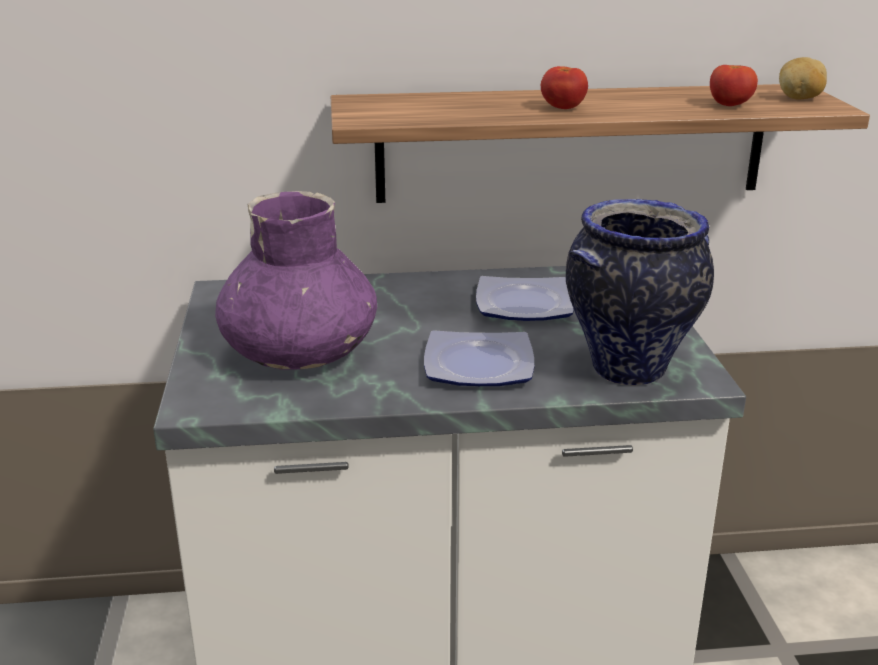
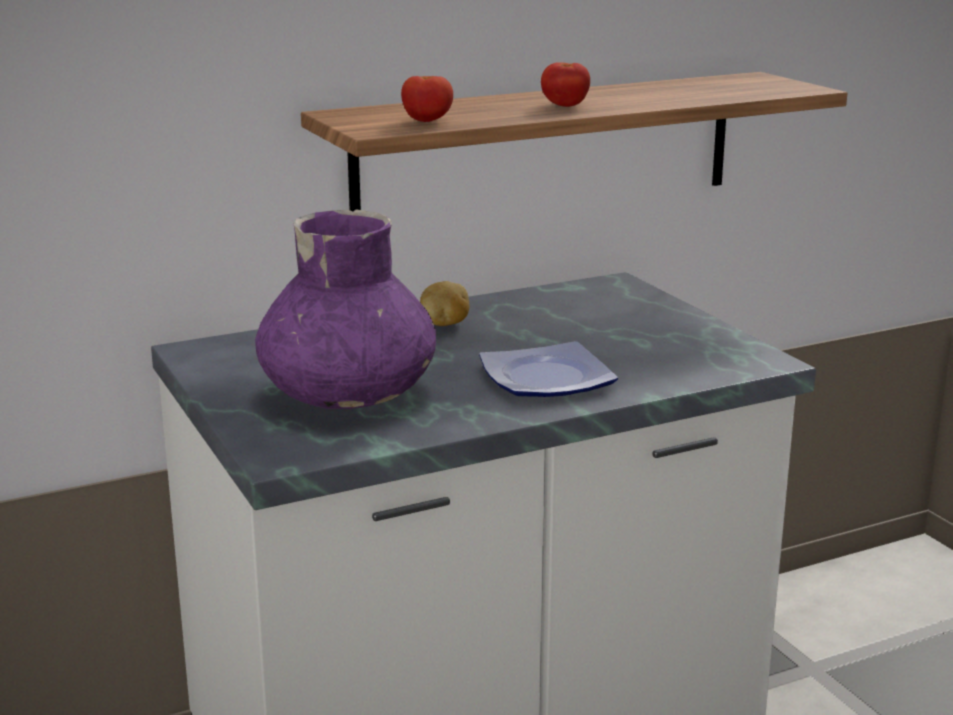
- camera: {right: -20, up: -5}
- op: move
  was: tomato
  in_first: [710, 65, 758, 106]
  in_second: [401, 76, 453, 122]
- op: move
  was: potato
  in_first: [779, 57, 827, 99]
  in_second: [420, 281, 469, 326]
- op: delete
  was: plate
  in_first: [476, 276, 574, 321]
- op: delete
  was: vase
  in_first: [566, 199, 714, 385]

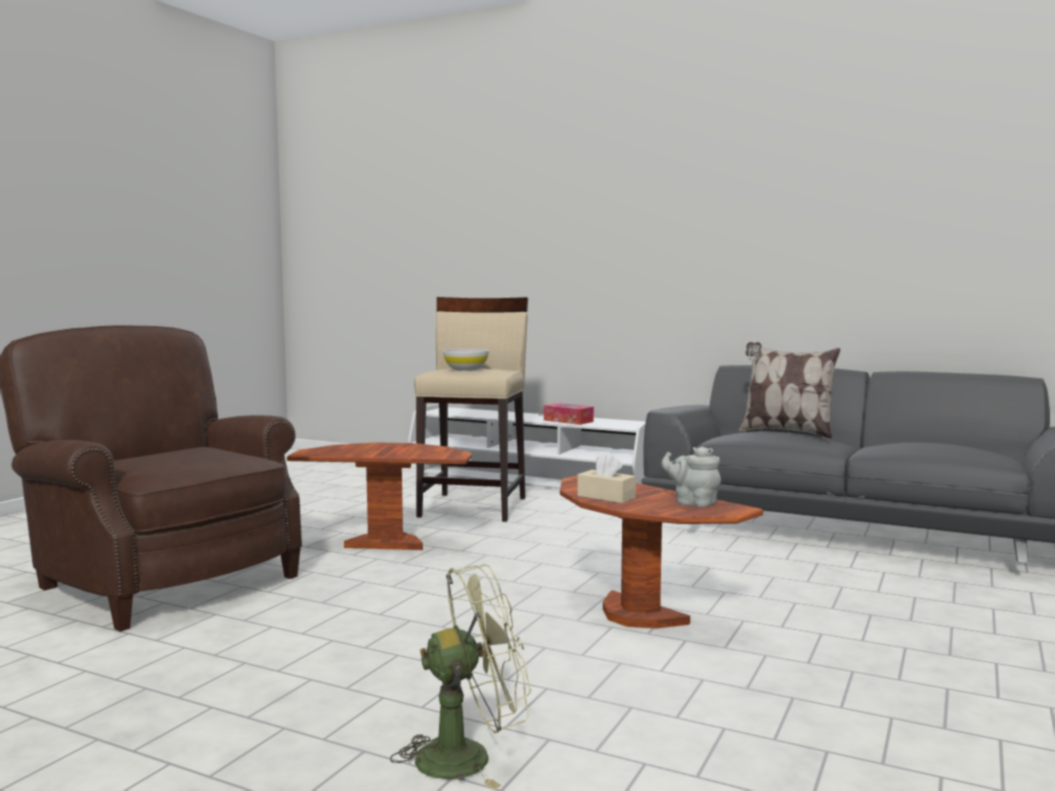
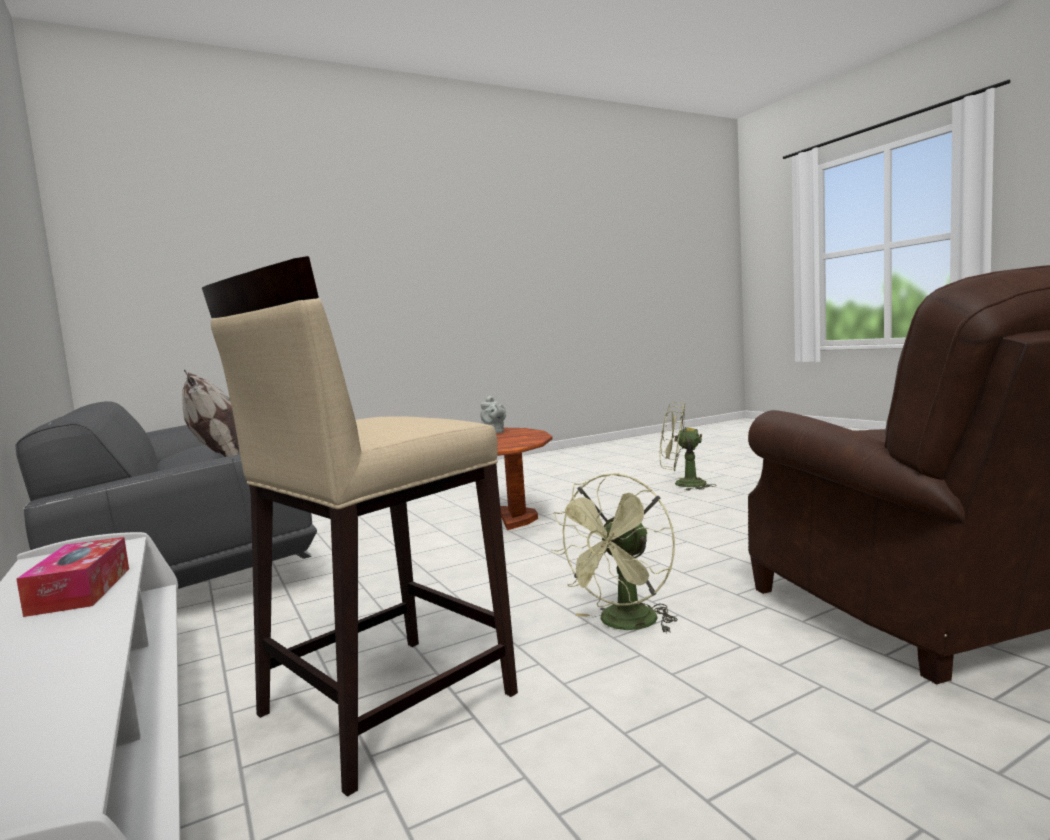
- camera: {right: -145, up: 0}
- op: replace
  was: side table (brown)
  now: fan (green)
  in_first: [287, 442, 472, 550]
  in_second: [552, 473, 678, 633]
- op: delete
  was: bowl (white)
  in_first: [443, 349, 489, 371]
- op: delete
  was: tissue box (beige)
  in_first: [577, 453, 636, 503]

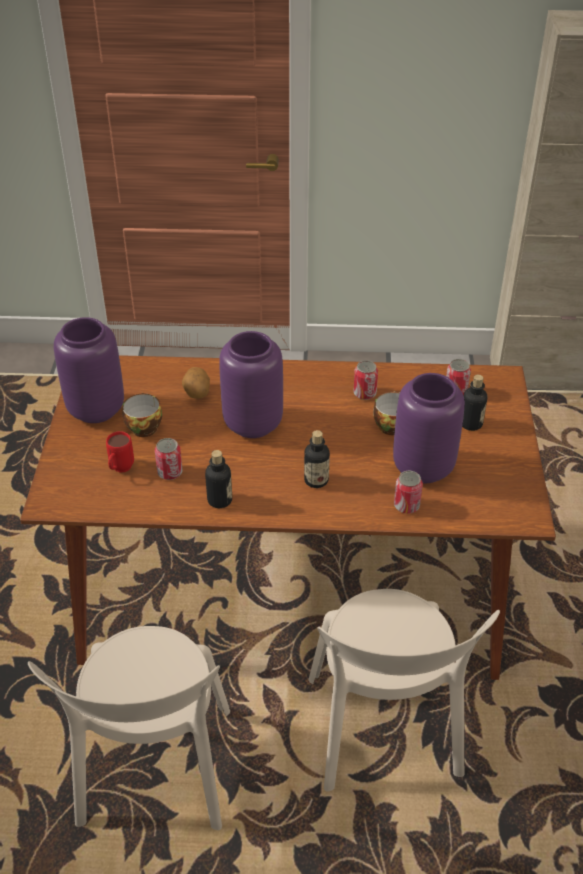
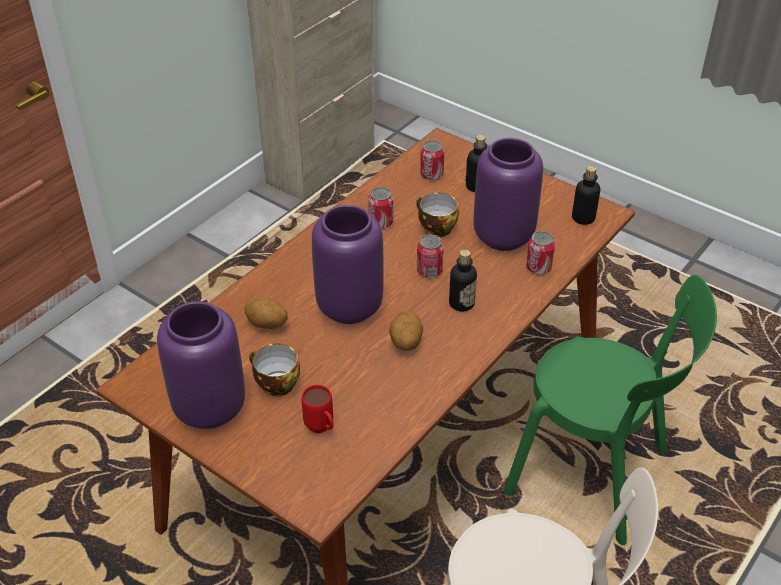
- camera: {right: -55, up: 0}
- op: insert
  now: potato
  in_second: [389, 311, 423, 351]
- op: move
  was: can
  in_first: [155, 438, 183, 480]
  in_second: [417, 234, 444, 278]
- op: recolor
  was: chair (beige)
  now: chair (green)
  in_first: [309, 589, 500, 791]
  in_second: [504, 275, 717, 545]
- op: move
  was: bottle
  in_first: [205, 450, 232, 508]
  in_second: [572, 166, 600, 225]

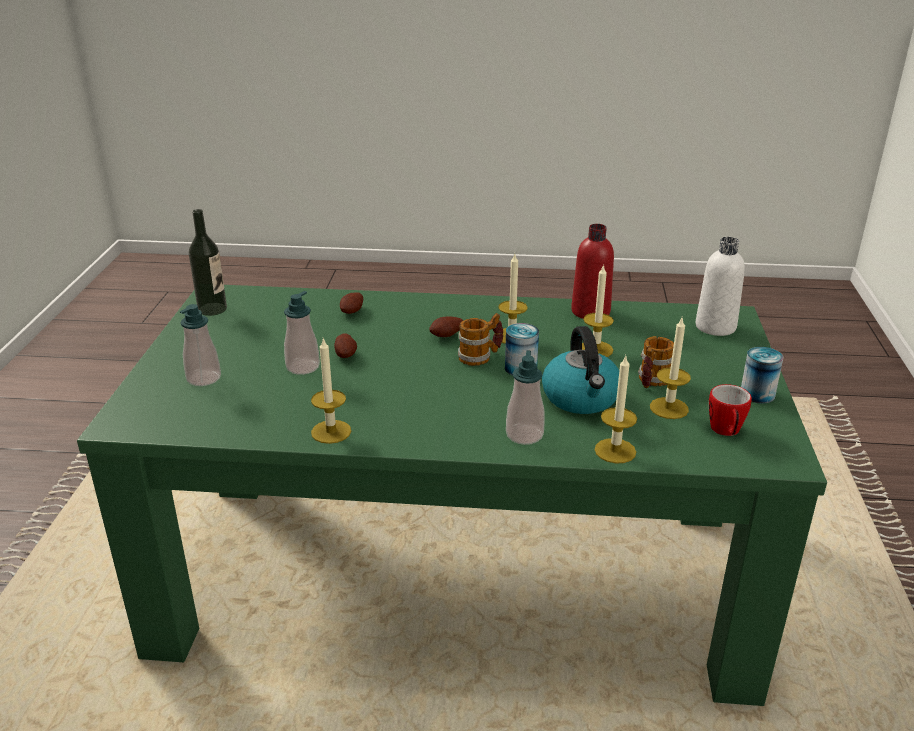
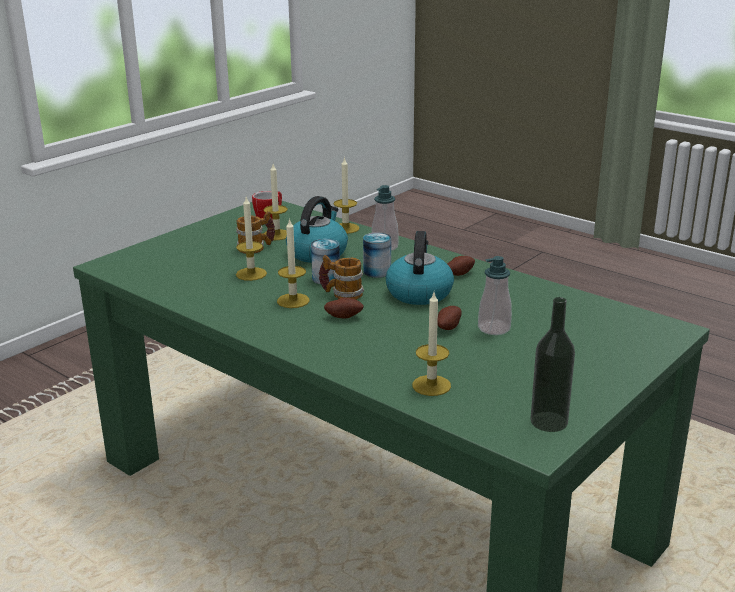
- camera: {right: -145, up: -5}
- op: move
  was: can
  in_first: [741, 347, 783, 404]
  in_second: [363, 233, 391, 278]
- op: insert
  now: kettle
  in_second: [386, 231, 454, 305]
- op: move
  was: candle
  in_first: [311, 338, 351, 444]
  in_second: [412, 292, 451, 396]
- op: move
  was: potato
  in_first: [340, 292, 363, 314]
  in_second: [447, 256, 475, 276]
- op: delete
  was: soap dispenser
  in_first: [179, 304, 221, 386]
- op: delete
  was: bottle (red)
  in_first: [571, 224, 614, 319]
- op: delete
  was: bottle (white)
  in_first: [696, 237, 745, 336]

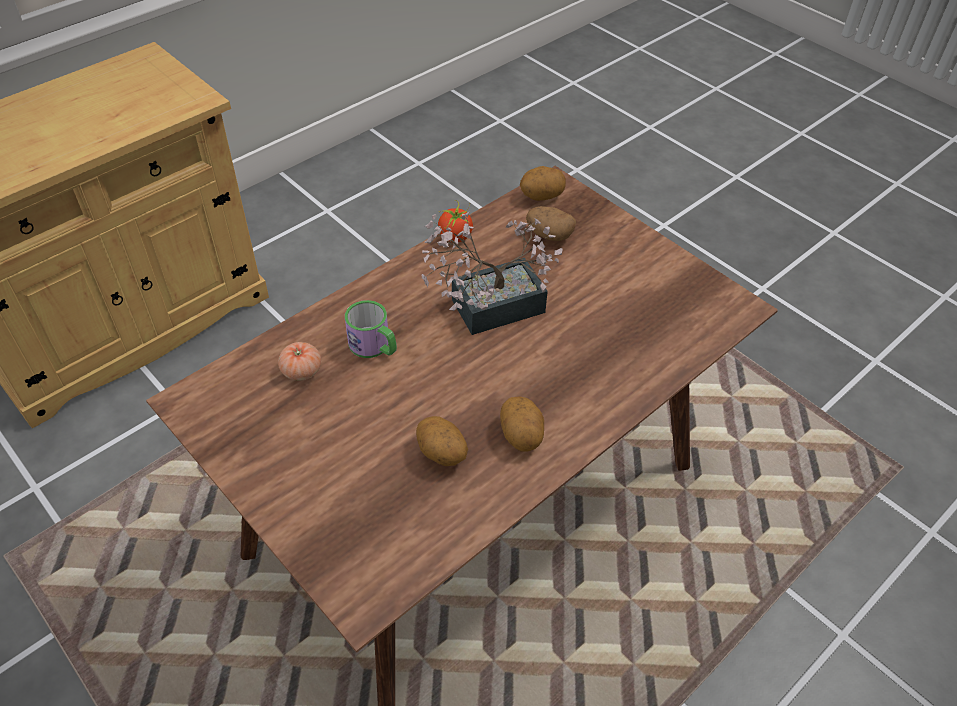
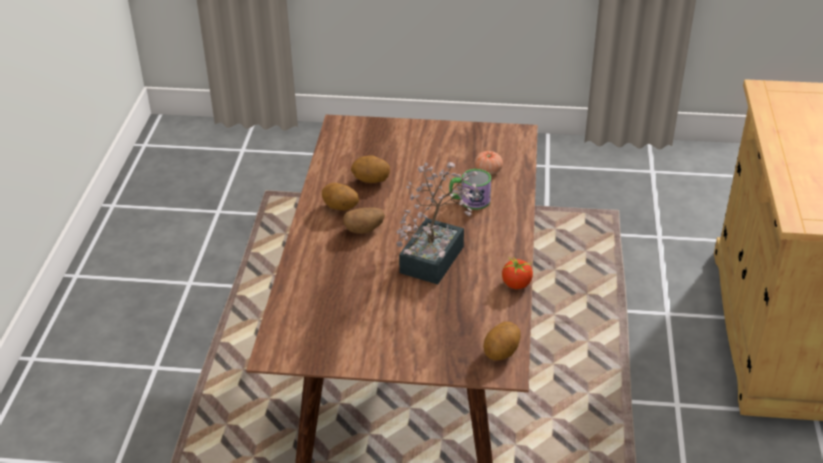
- camera: {right: 140, up: -10}
- op: move
  was: potato
  in_first: [526, 206, 576, 241]
  in_second: [343, 207, 385, 233]

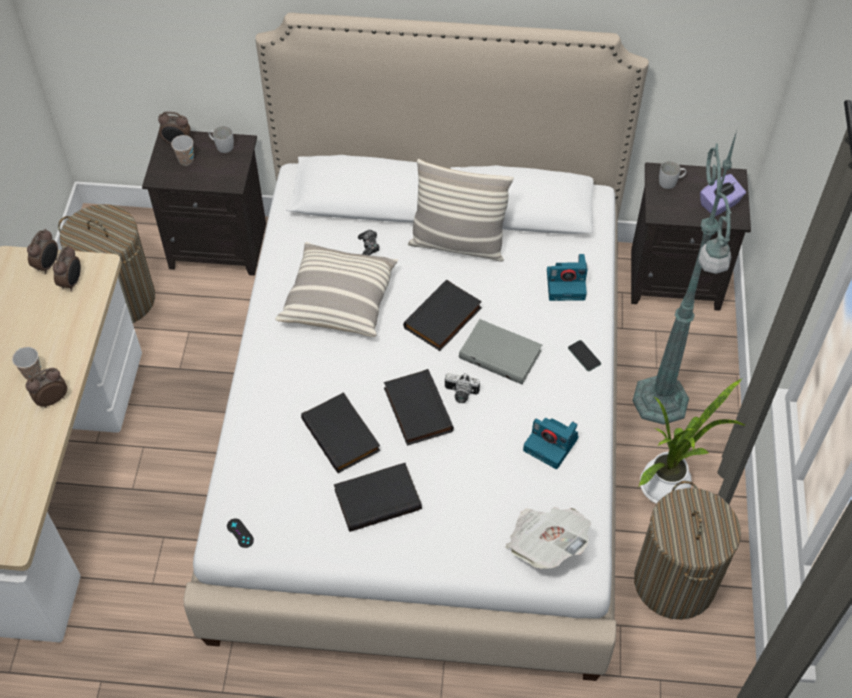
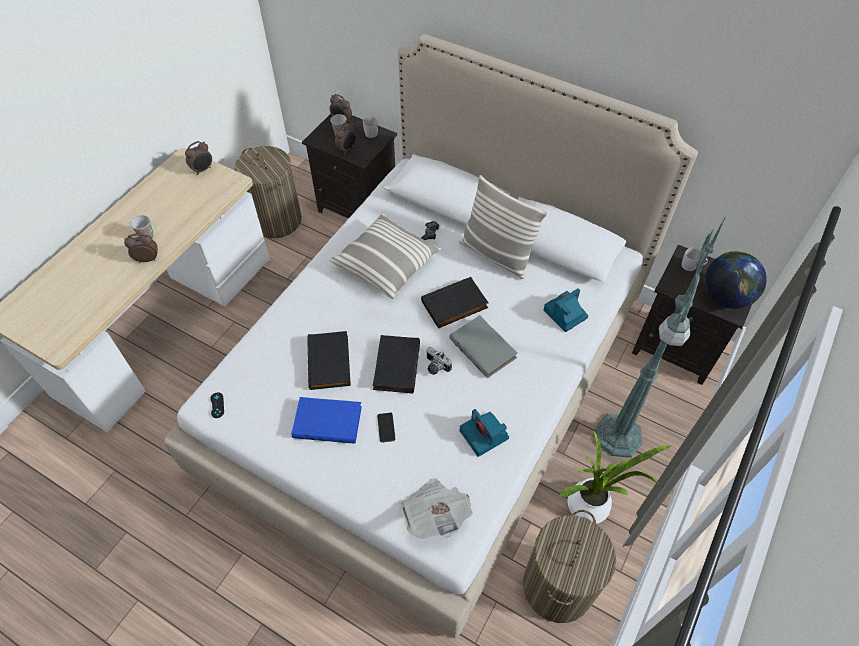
- camera: {right: 25, up: 0}
- op: recolor
  was: book (black)
  now: book (blue)
  in_first: [334, 463, 422, 532]
  in_second: [291, 397, 362, 444]
- op: move
  was: alarm clock
  in_first: [53, 246, 81, 292]
  in_second: [335, 122, 356, 154]
- op: move
  was: phone
  in_first: [568, 340, 601, 371]
  in_second: [377, 413, 396, 443]
- op: rotate
  was: photo camera
  in_first: [547, 254, 588, 301]
  in_second: [544, 288, 588, 332]
  clockwise: 120
- op: replace
  was: tissue box (purple)
  now: globe
  in_first: [700, 174, 746, 216]
  in_second: [705, 251, 767, 309]

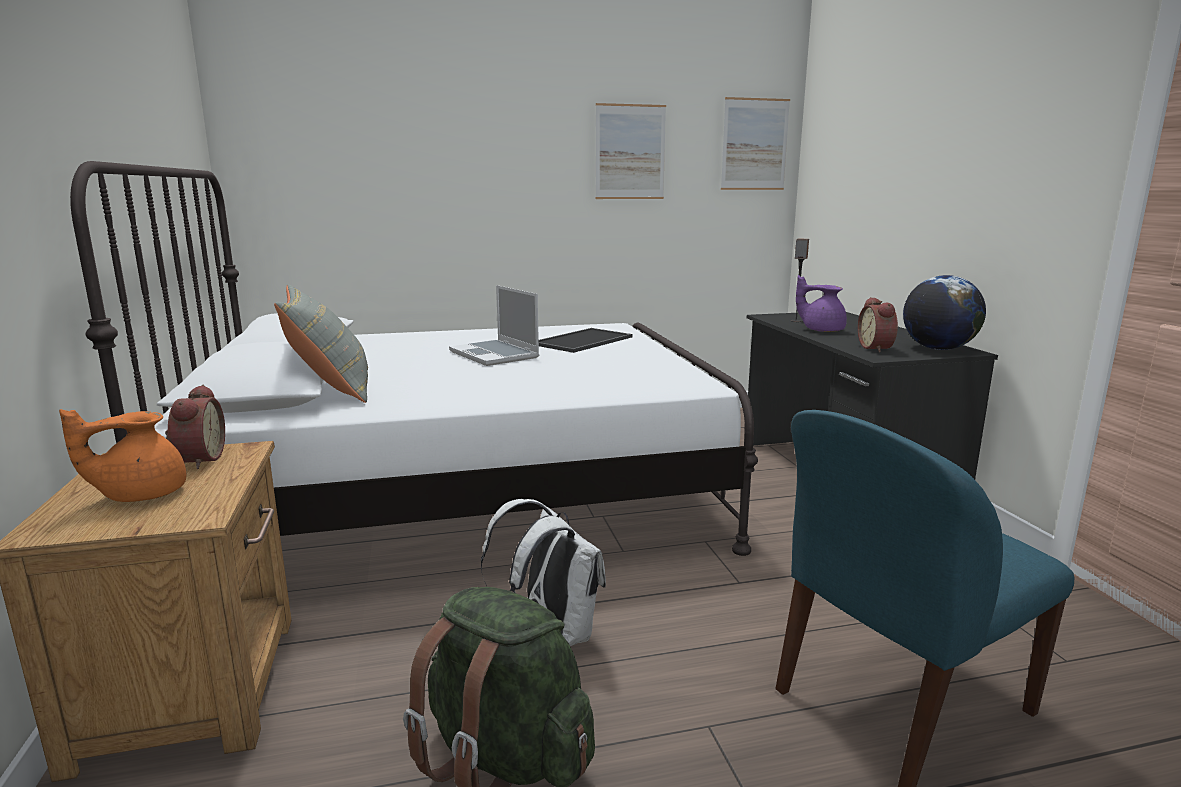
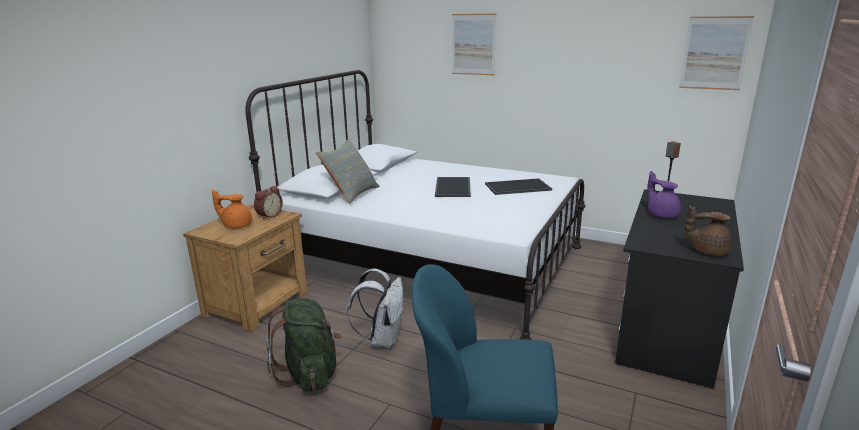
- camera: {right: 40, up: 5}
- op: replace
  was: laptop
  now: tray
  in_first: [449, 285, 539, 366]
  in_second: [435, 177, 471, 197]
- op: move
  was: picture
  in_first: [596, 103, 666, 199]
  in_second: [452, 14, 496, 75]
- op: replace
  was: globe
  now: teapot (brown)
  in_first: [903, 275, 986, 350]
  in_second: [685, 205, 732, 256]
- op: delete
  was: alarm clock
  in_first: [858, 297, 898, 352]

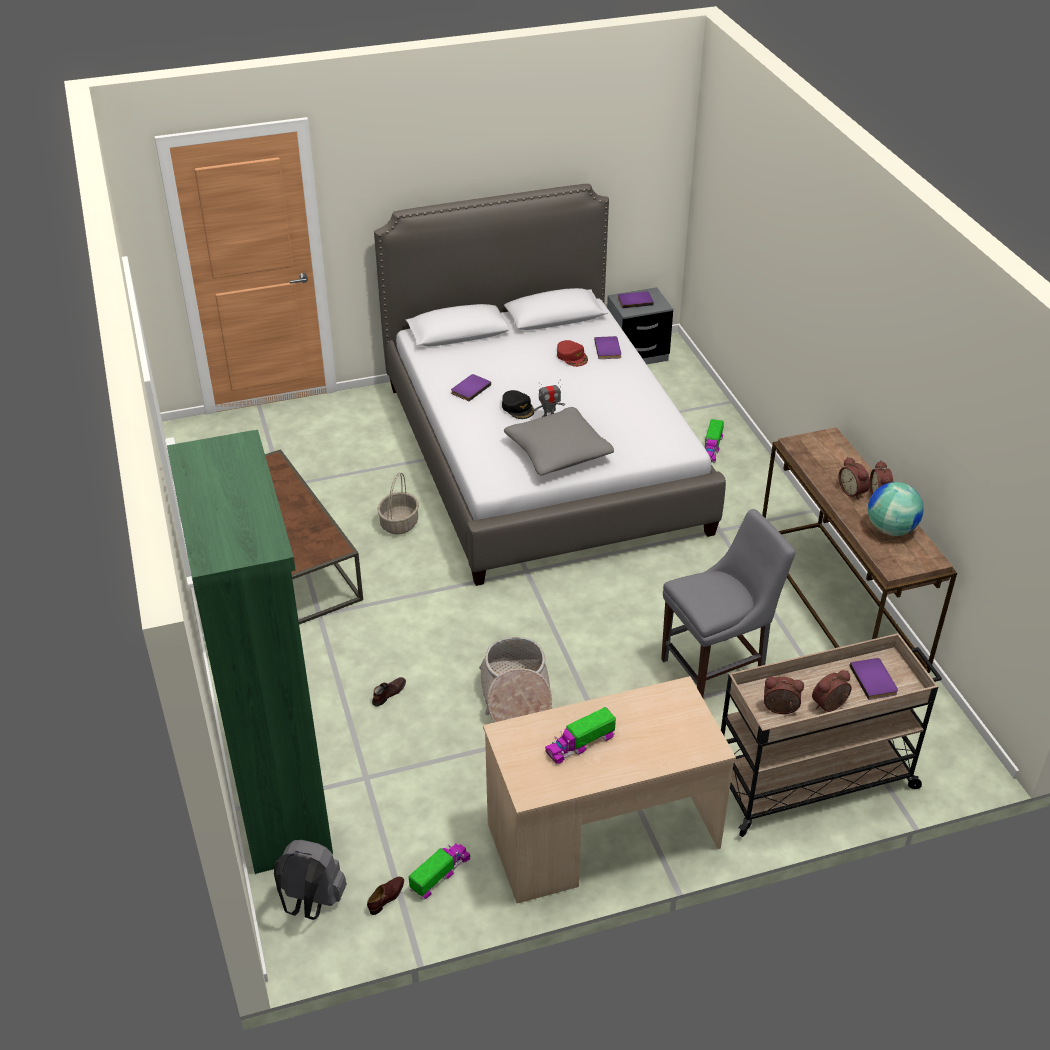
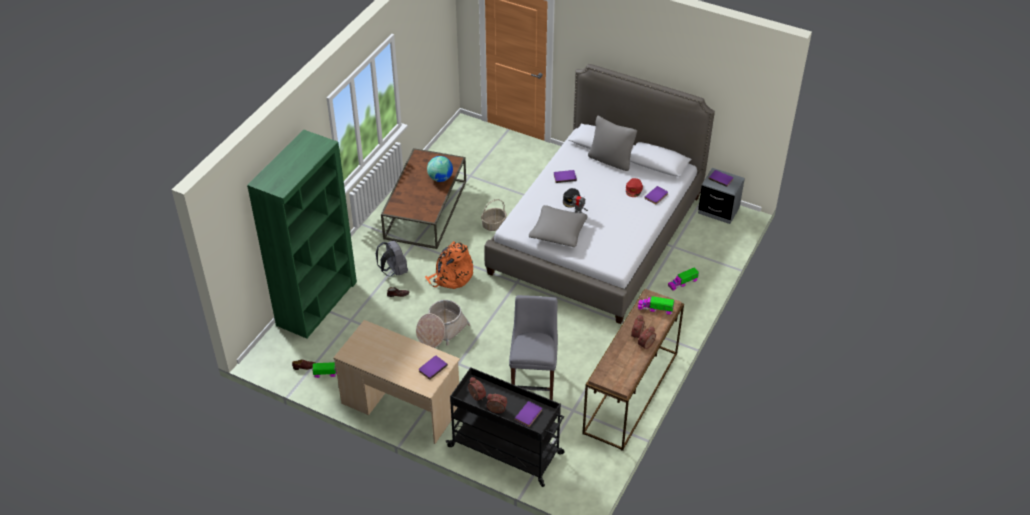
- camera: {right: 45, up: 5}
- op: move
  was: backpack (grey)
  in_first: [274, 840, 347, 920]
  in_second: [376, 241, 408, 276]
- op: insert
  now: book (purple)
  in_second: [419, 356, 448, 380]
- op: insert
  now: backpack (orange)
  in_second: [425, 241, 473, 289]
- op: move
  was: globe
  in_first: [868, 482, 924, 536]
  in_second: [427, 156, 453, 182]
- op: recolor
  was: cart (beige)
  now: cart (black)
  in_first: [721, 633, 942, 837]
  in_second: [446, 367, 564, 487]
- op: rotate
  was: chair (grey)
  in_first: [661, 509, 796, 698]
  in_second: [509, 295, 558, 400]
  clockwise: -105
- op: insert
  now: pillow (grey)
  in_second: [588, 116, 637, 171]
- op: move
  was: toy truck
  in_first: [545, 707, 616, 765]
  in_second: [638, 296, 674, 314]

